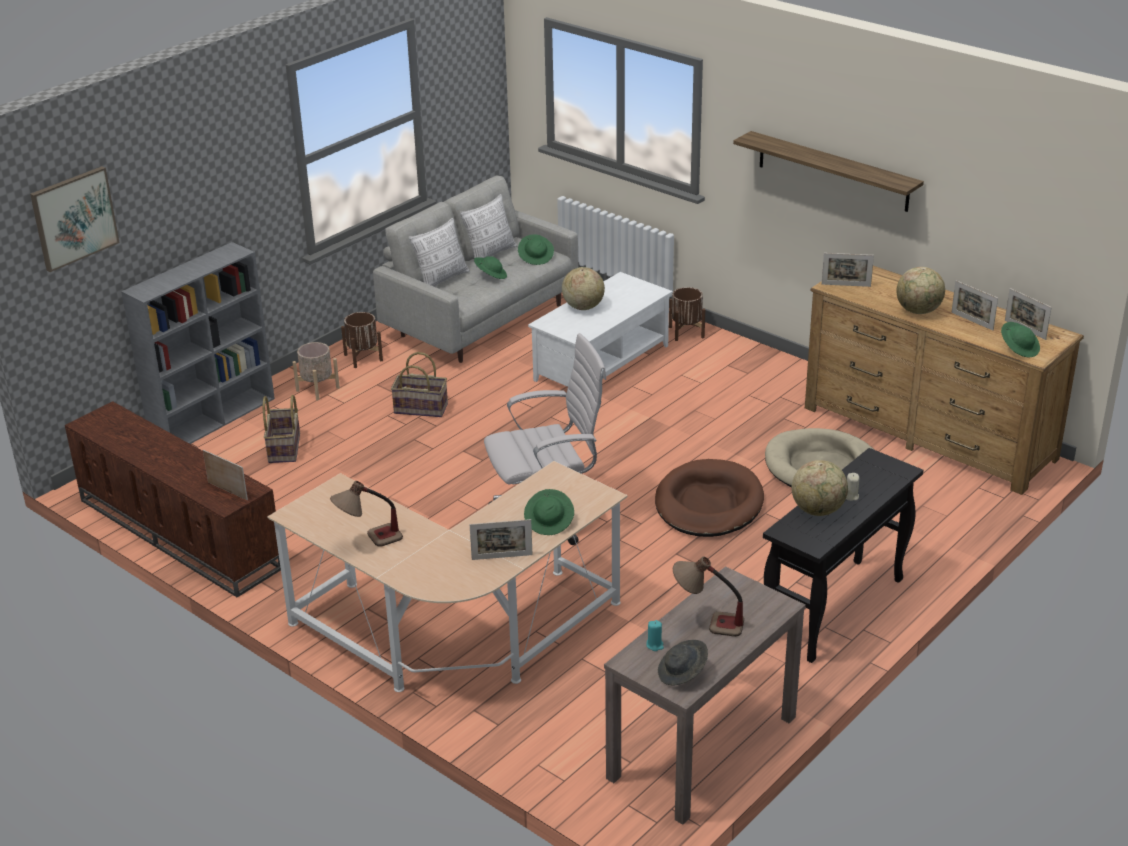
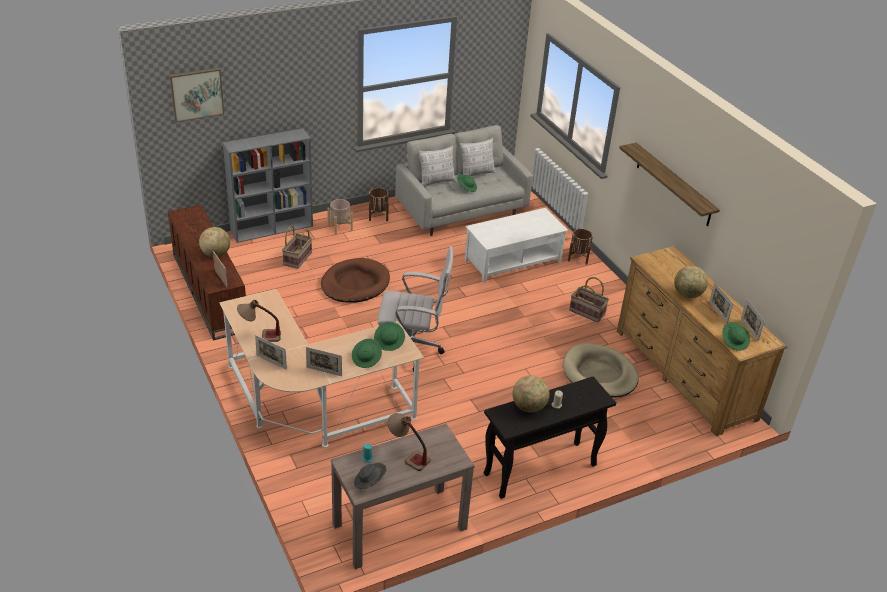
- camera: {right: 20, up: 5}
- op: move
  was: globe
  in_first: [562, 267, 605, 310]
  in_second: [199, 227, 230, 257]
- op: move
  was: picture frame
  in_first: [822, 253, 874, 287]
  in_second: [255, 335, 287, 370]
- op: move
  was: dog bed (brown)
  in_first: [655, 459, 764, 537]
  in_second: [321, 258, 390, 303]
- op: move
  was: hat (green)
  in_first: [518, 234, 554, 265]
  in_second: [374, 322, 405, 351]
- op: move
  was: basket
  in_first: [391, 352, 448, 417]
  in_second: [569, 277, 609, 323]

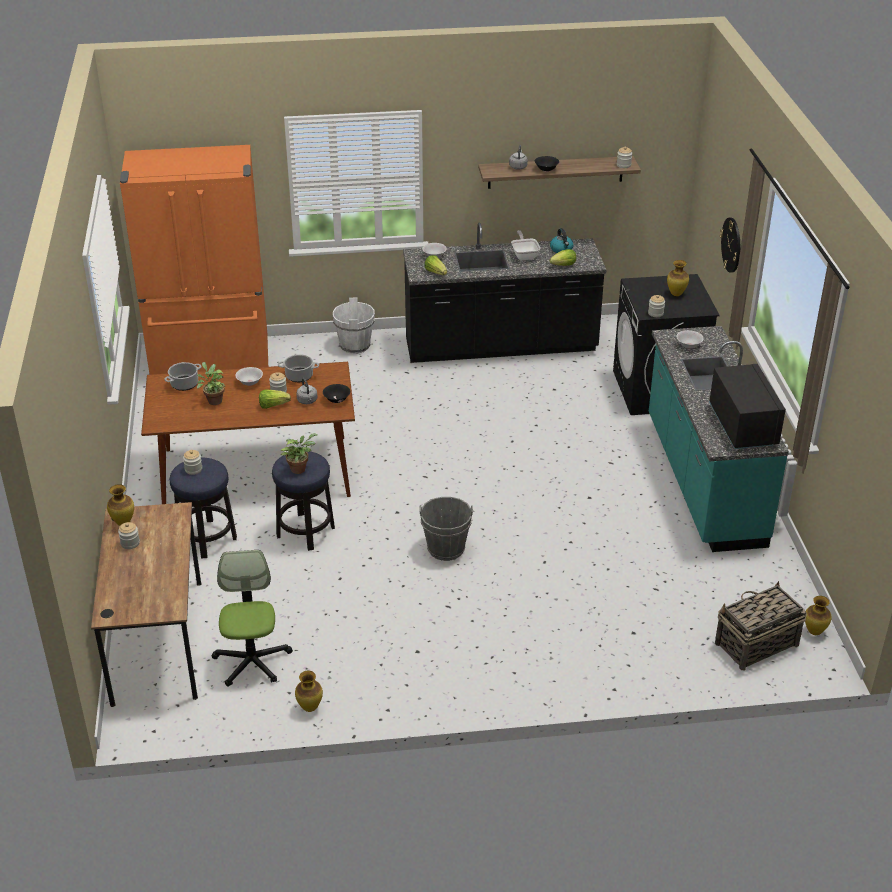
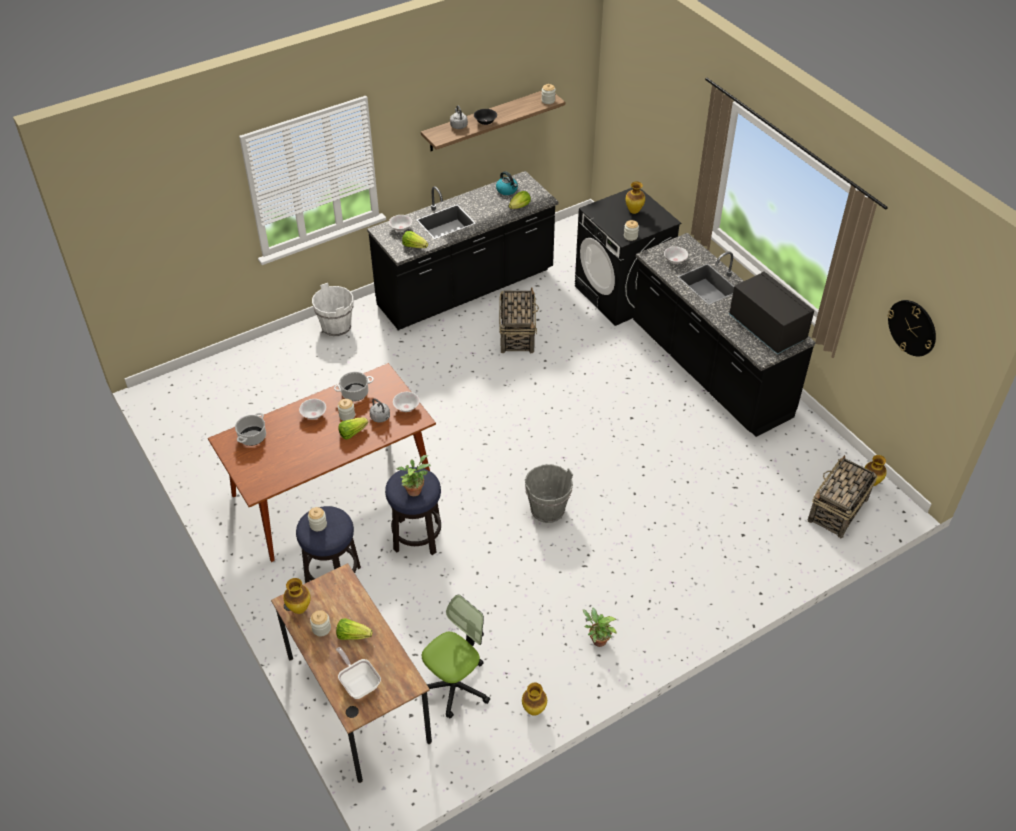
- camera: {right: -25, up: 10}
- op: insert
  now: lettuce
  in_second: [336, 618, 373, 640]
- op: move
  was: frying pan
  in_first: [511, 230, 540, 260]
  in_second: [336, 647, 381, 699]
- op: recolor
  was: bowl (black)
  now: bowl (white)
  in_first: [323, 384, 350, 403]
  in_second: [393, 392, 420, 412]
- op: rotate
  was: office chair
  in_first: [212, 550, 293, 687]
  in_second: [422, 595, 490, 719]
  clockwise: 75
- op: insert
  now: basket
  in_second: [499, 288, 539, 353]
- op: move
  was: potted plant
  in_first: [197, 362, 226, 405]
  in_second: [582, 608, 617, 647]
- op: recolor
  was: counter (turquoise)
  now: counter (black)
  in_first: [649, 326, 789, 552]
  in_second: [633, 233, 816, 437]
- op: move
  was: wall clock
  in_first: [720, 217, 740, 273]
  in_second: [888, 300, 936, 357]
- op: delete
  was: fridge (orange)
  in_first: [120, 145, 268, 375]

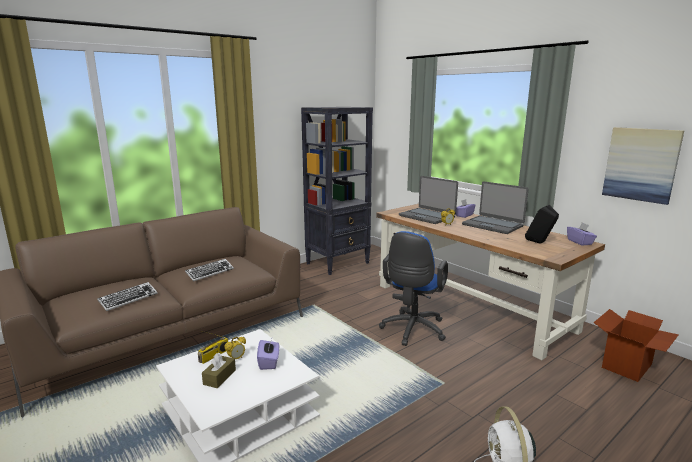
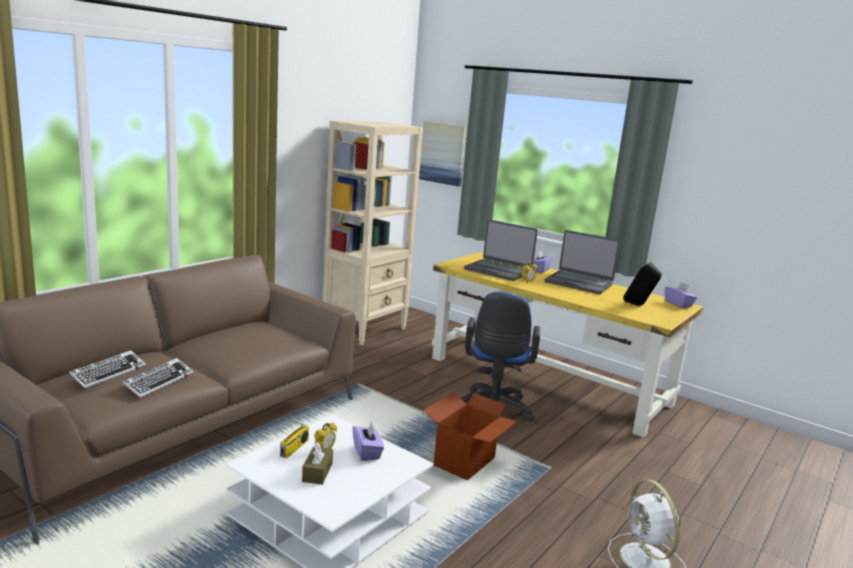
- camera: {right: -15, up: 0}
- op: move
  was: keyboard
  in_first: [185, 259, 234, 282]
  in_second: [69, 350, 146, 388]
- op: recolor
  was: bookcase (black)
  now: bookcase (beige)
  in_first: [301, 107, 373, 275]
  in_second: [323, 121, 423, 345]
- op: move
  was: picture
  in_first: [602, 127, 684, 205]
  in_second: [419, 121, 467, 187]
- op: move
  was: cardboard box
  in_first: [594, 309, 679, 382]
  in_second: [423, 392, 517, 480]
- op: recolor
  was: desk (brown)
  now: desk (yellow)
  in_first: [376, 204, 605, 360]
  in_second: [432, 251, 704, 438]

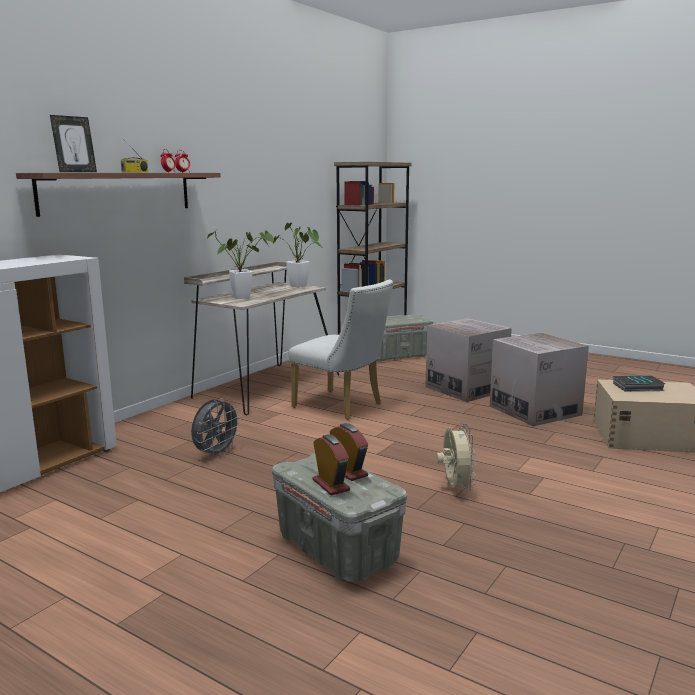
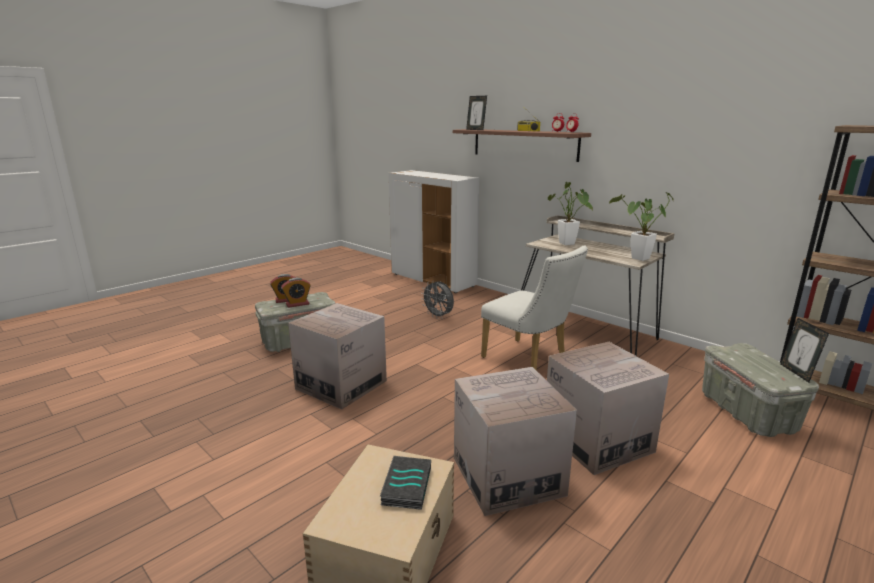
- camera: {right: 100, up: 5}
- op: replace
  was: fan (beige)
  now: cardboard box
  in_first: [436, 423, 476, 492]
  in_second: [288, 303, 387, 409]
- op: rotate
  was: chair (white)
  in_first: [289, 279, 394, 420]
  in_second: [481, 246, 588, 371]
  clockwise: -90
- op: insert
  now: picture frame
  in_second: [780, 318, 829, 383]

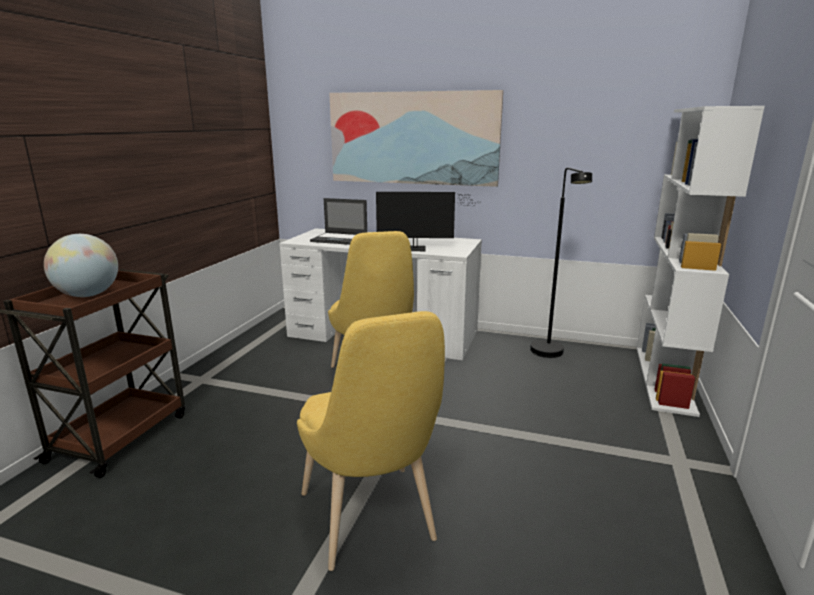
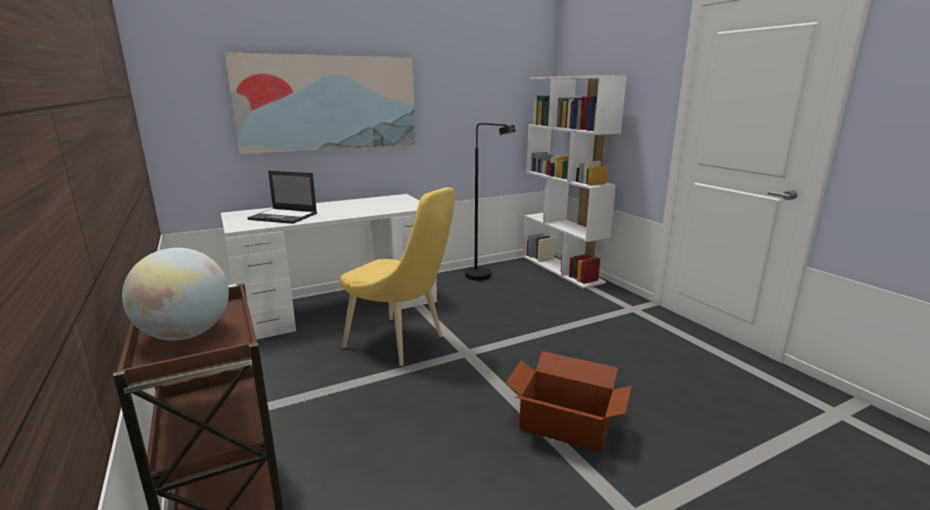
- camera: {right: -45, up: 0}
- op: rotate
  was: laptop
  in_first: [310, 198, 367, 245]
  in_second: [247, 171, 317, 224]
  clockwise: 45
- op: replace
  was: chair (yellow)
  now: cardboard box
  in_first: [297, 311, 445, 571]
  in_second: [506, 351, 632, 453]
- op: delete
  was: monitor
  in_first: [376, 192, 478, 251]

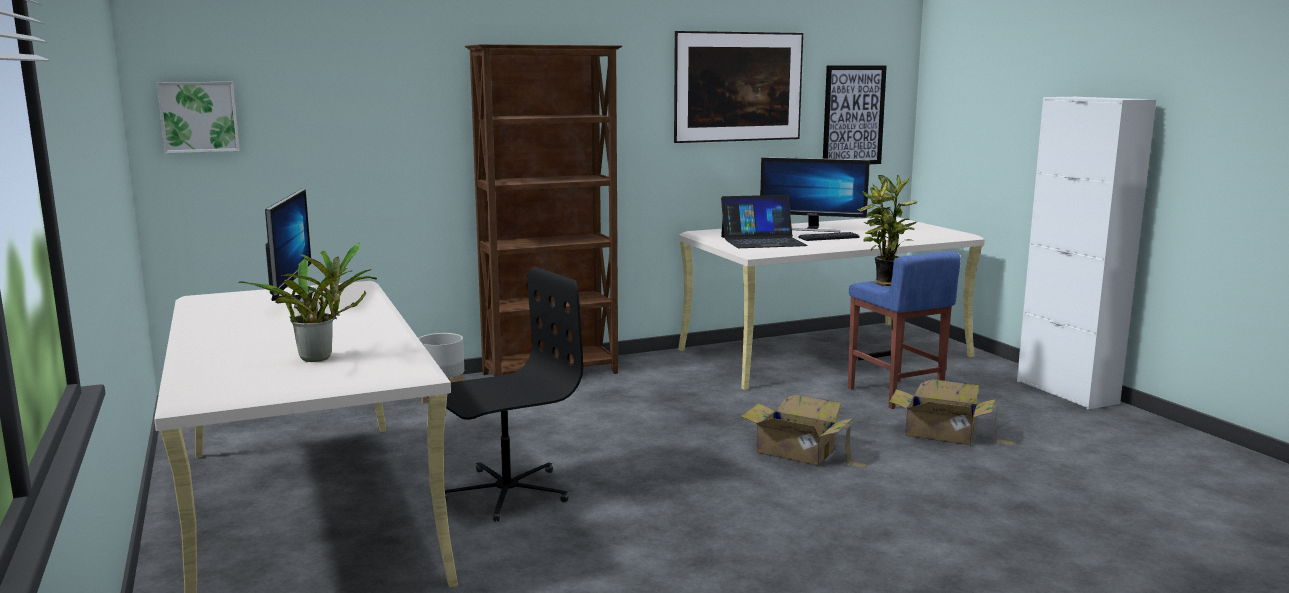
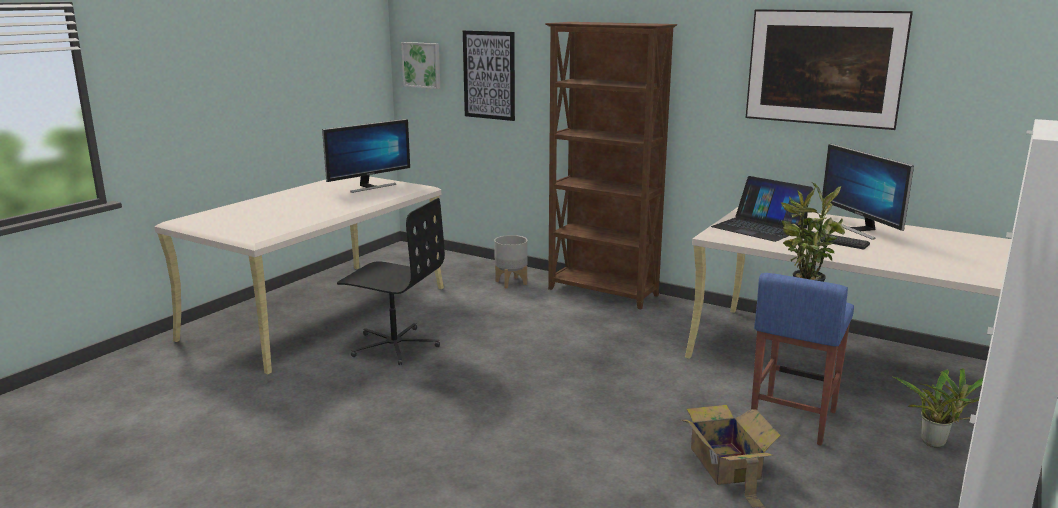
- camera: {right: 55, up: 5}
- op: move
  was: picture
  in_first: [823, 65, 887, 164]
  in_second: [463, 30, 515, 121]
- op: move
  was: potted plant
  in_first: [238, 242, 377, 362]
  in_second: [893, 368, 983, 448]
- op: delete
  was: cardboard box
  in_first: [740, 394, 870, 469]

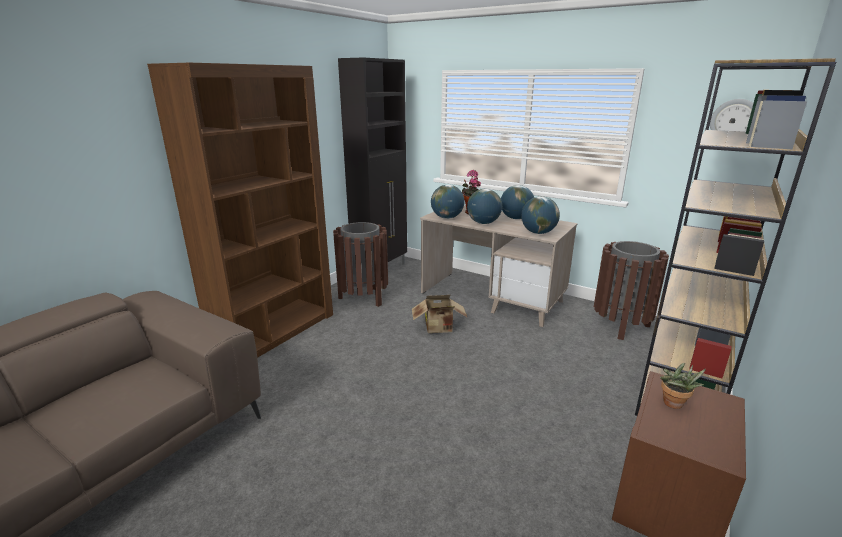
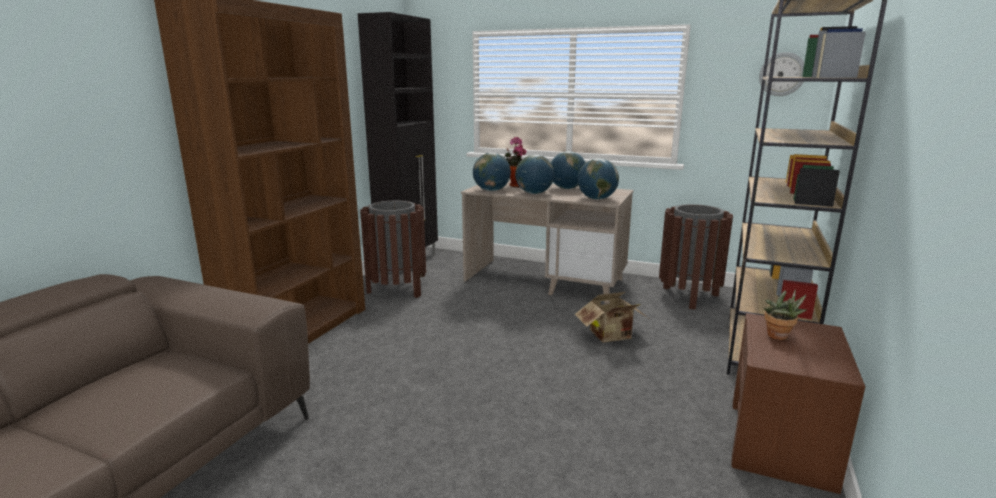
- camera: {right: -10, up: -5}
- op: move
  was: cardboard box
  in_first: [412, 295, 468, 333]
  in_second: [575, 292, 648, 343]

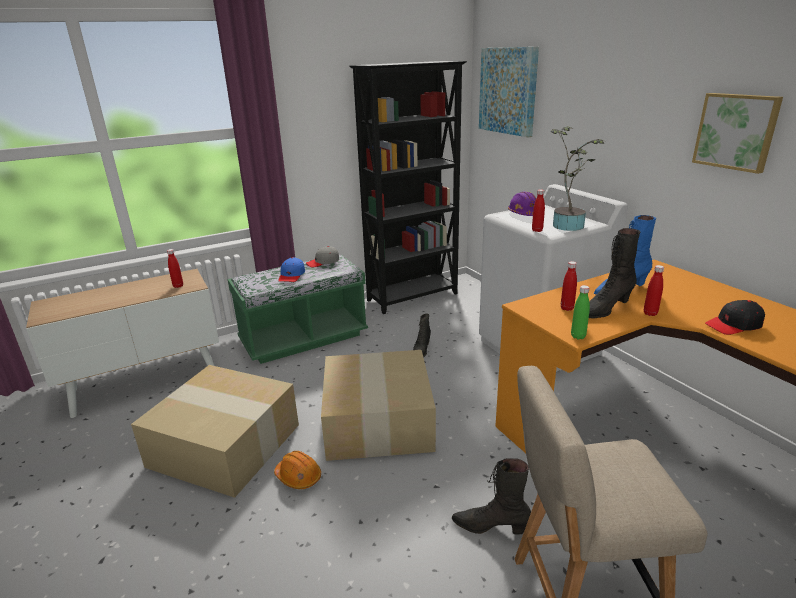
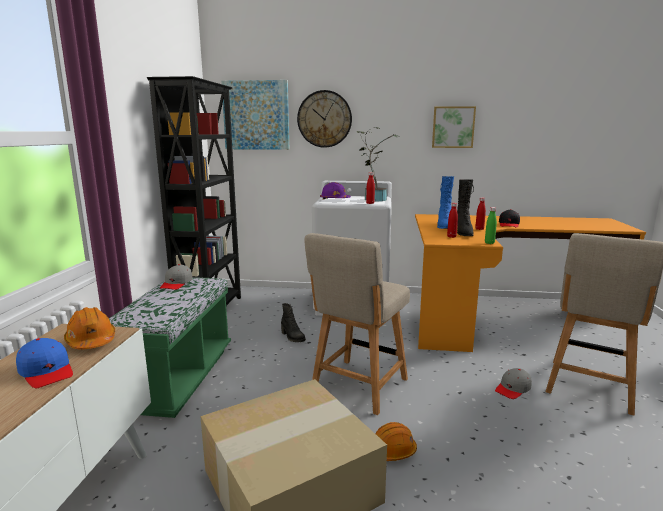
- camera: {right: -55, up: -10}
- op: move
  was: cap (blue)
  in_first: [278, 257, 305, 282]
  in_second: [16, 338, 73, 388]
- op: replace
  was: bottle (red)
  now: hard hat (orange)
  in_first: [167, 249, 183, 288]
  in_second: [64, 307, 115, 350]
- op: insert
  now: wall clock
  in_second: [297, 90, 352, 148]
- op: replace
  was: cardboard box
  now: chair (beige)
  in_first: [321, 350, 436, 461]
  in_second: [304, 233, 410, 415]
- op: replace
  was: boot (black)
  now: cap (grey)
  in_first: [452, 458, 531, 535]
  in_second: [495, 368, 532, 399]

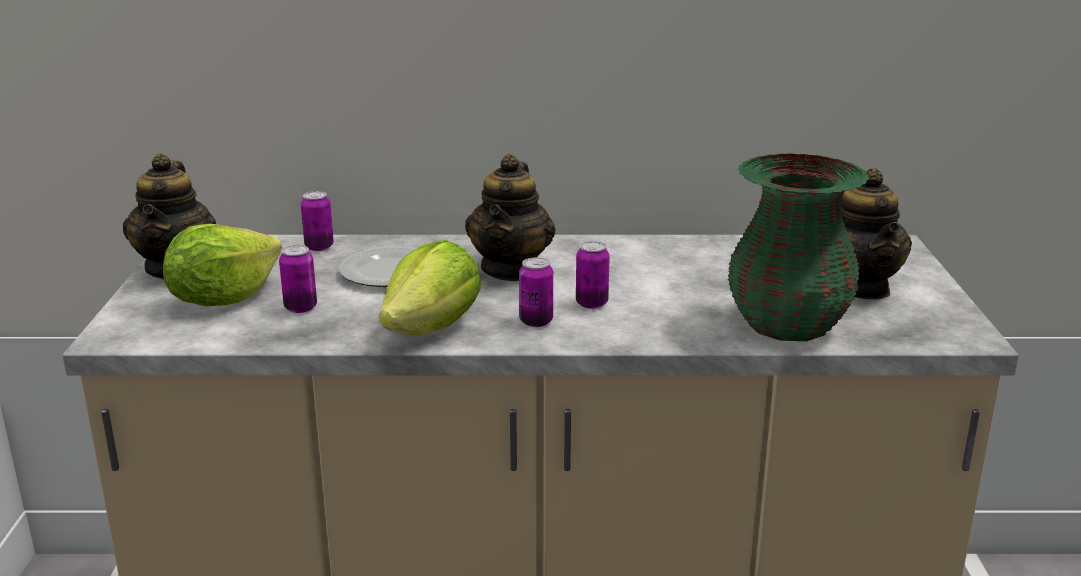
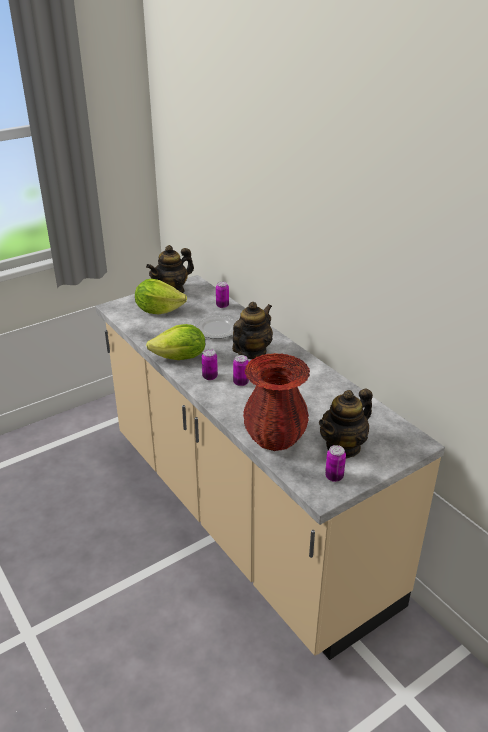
- camera: {right: 55, up: 10}
- op: rotate
  was: teapot
  in_first: [465, 154, 555, 281]
  in_second: [232, 302, 273, 359]
  clockwise: 150
- op: recolor
  was: vase (green)
  now: vase (red)
  in_first: [728, 153, 870, 341]
  in_second: [243, 353, 310, 451]
- op: move
  was: can
  in_first: [279, 245, 317, 313]
  in_second: [325, 445, 346, 482]

